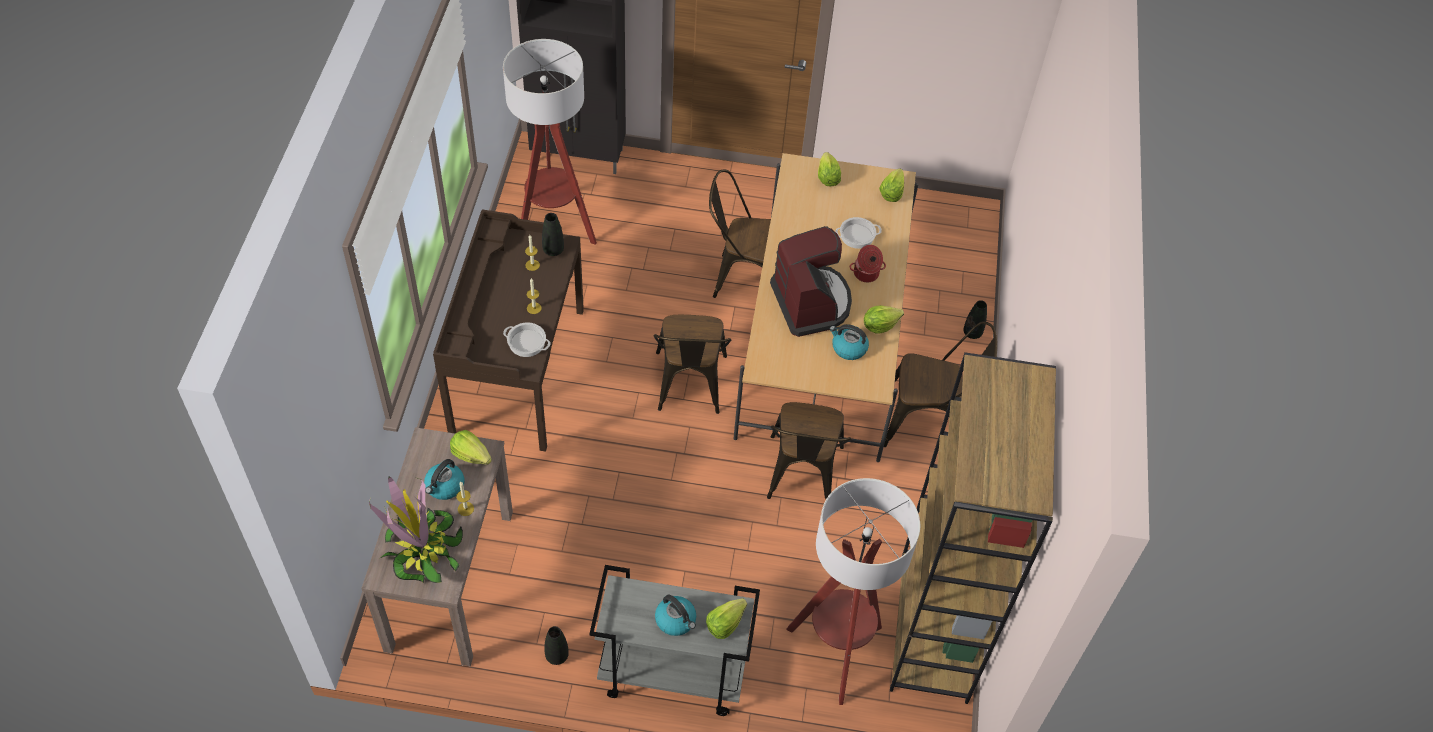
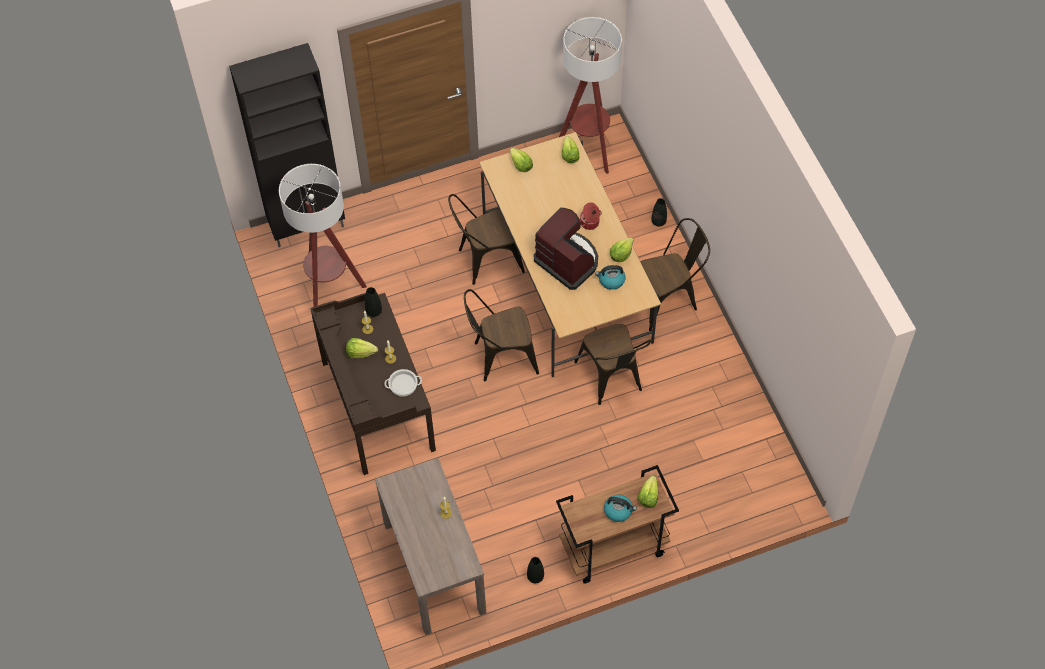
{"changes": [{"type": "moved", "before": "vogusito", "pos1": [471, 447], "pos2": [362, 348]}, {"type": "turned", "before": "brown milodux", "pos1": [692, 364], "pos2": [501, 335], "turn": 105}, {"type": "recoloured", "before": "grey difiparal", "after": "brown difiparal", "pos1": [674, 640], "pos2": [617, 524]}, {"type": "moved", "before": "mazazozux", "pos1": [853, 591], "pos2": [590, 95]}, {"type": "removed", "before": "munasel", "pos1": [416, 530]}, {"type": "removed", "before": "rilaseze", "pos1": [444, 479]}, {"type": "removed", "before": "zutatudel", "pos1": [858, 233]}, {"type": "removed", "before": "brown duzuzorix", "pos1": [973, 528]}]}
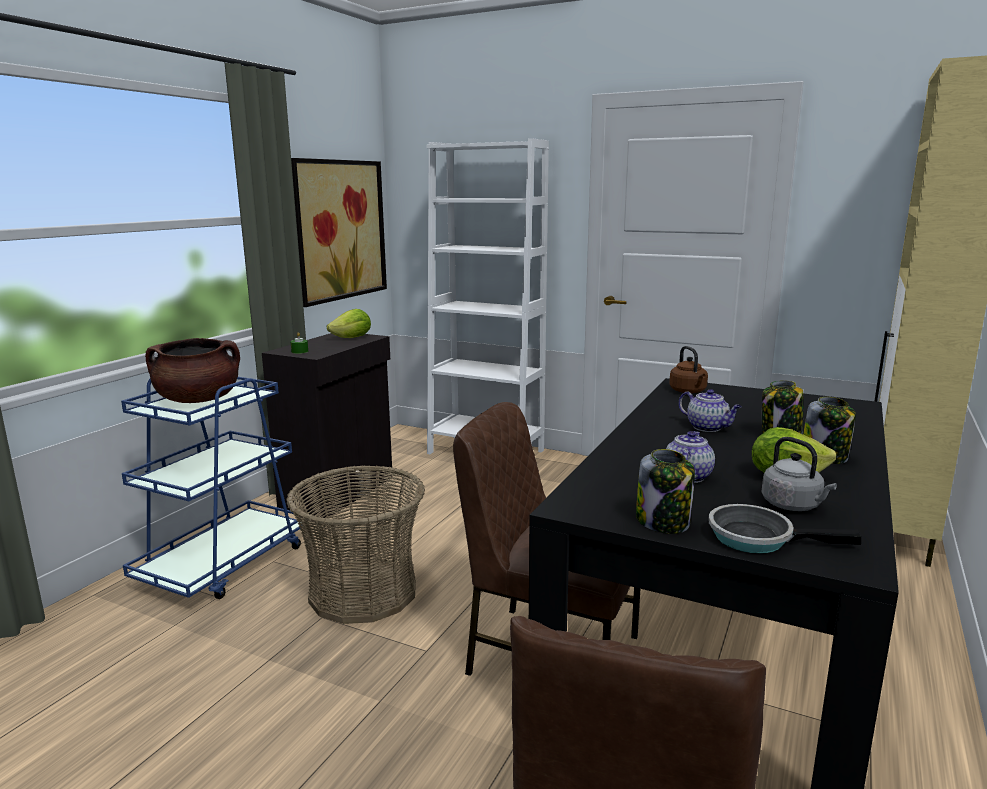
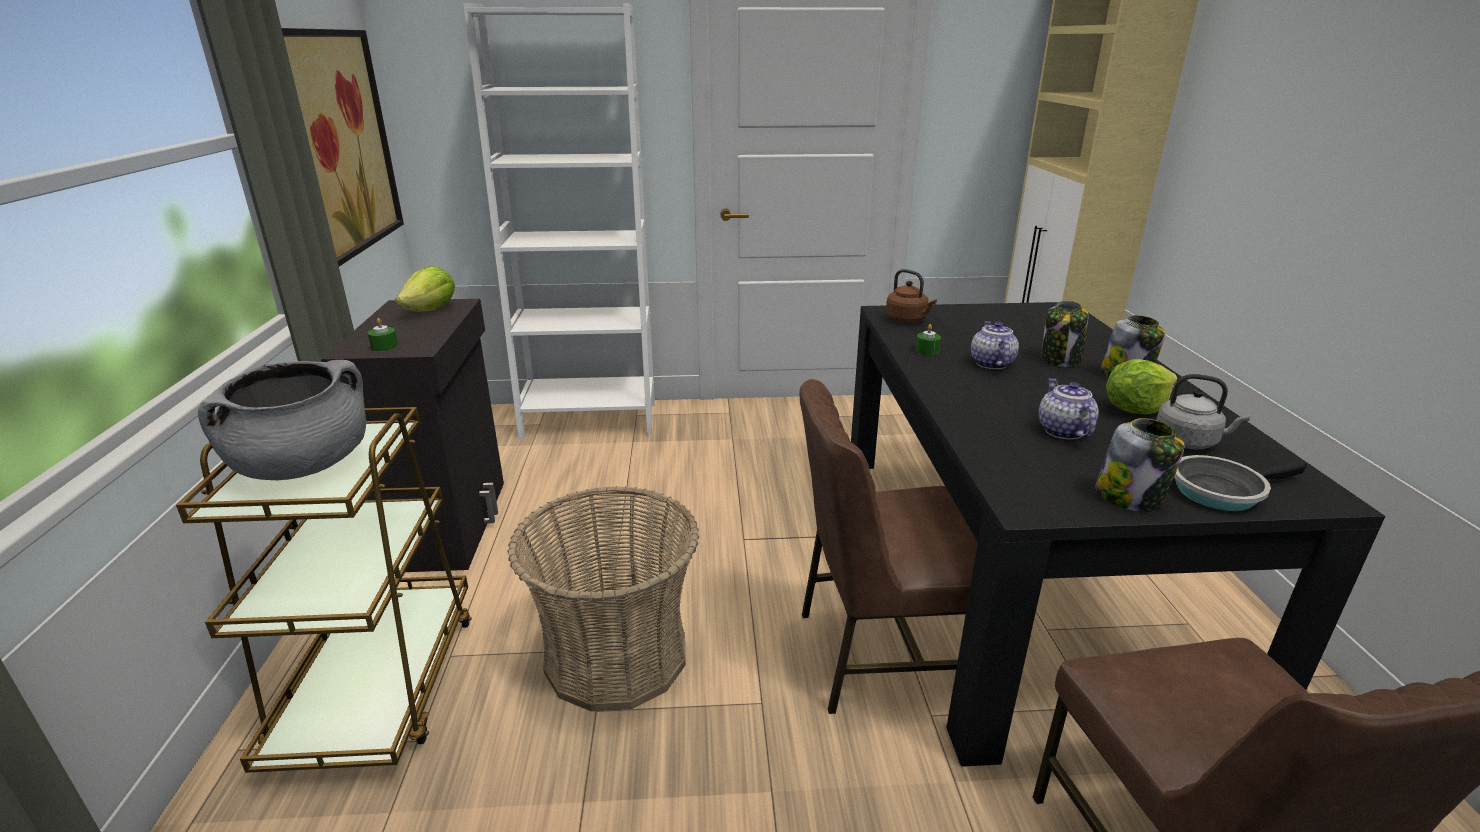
{"changes": [{"type": "recoloured", "before": "blue difiparal", "after": "brown difiparal", "pos1": [211, 488], "pos2": [324, 590]}, {"type": "recoloured", "before": "brown zutatudel", "after": "grey zutatudel", "pos1": [192, 370], "pos2": [282, 420]}, {"type": "added", "after": "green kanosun", "pos2": [928, 339]}, {"type": "turned", "before": "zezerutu", "pos1": [710, 410], "pos2": [995, 345], "turn": -105}]}
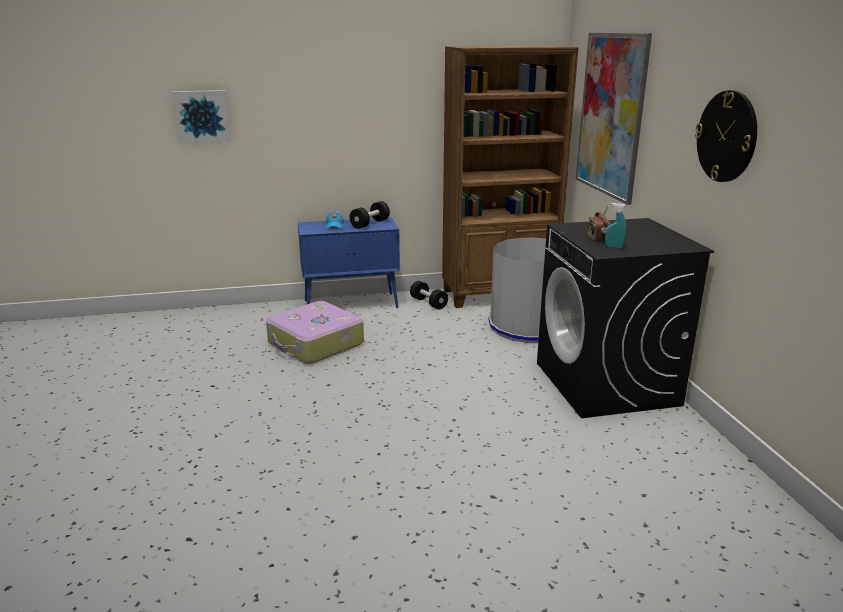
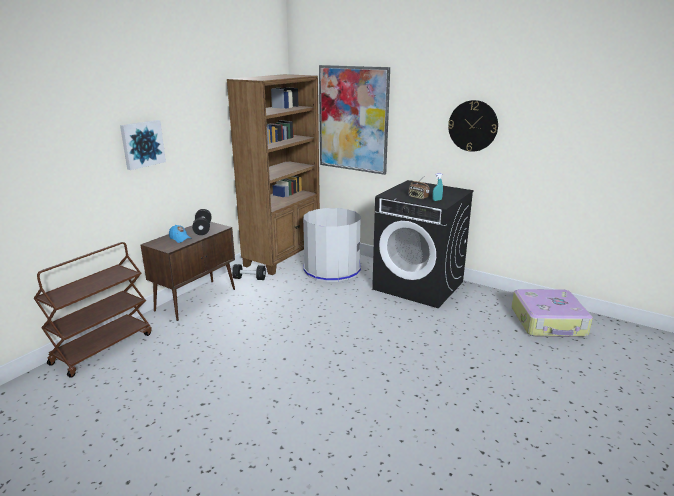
{"changes": [{"type": "added", "after": "brown difiparal", "pos2": [93, 310]}, {"type": "moved", "before": "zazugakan", "pos1": [202, 116], "pos2": [143, 145]}, {"type": "recoloured", "before": "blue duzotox", "after": "brown duzotox", "pos1": [349, 262], "pos2": [188, 271]}, {"type": "moved", "before": "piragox", "pos1": [315, 332], "pos2": [552, 313]}]}
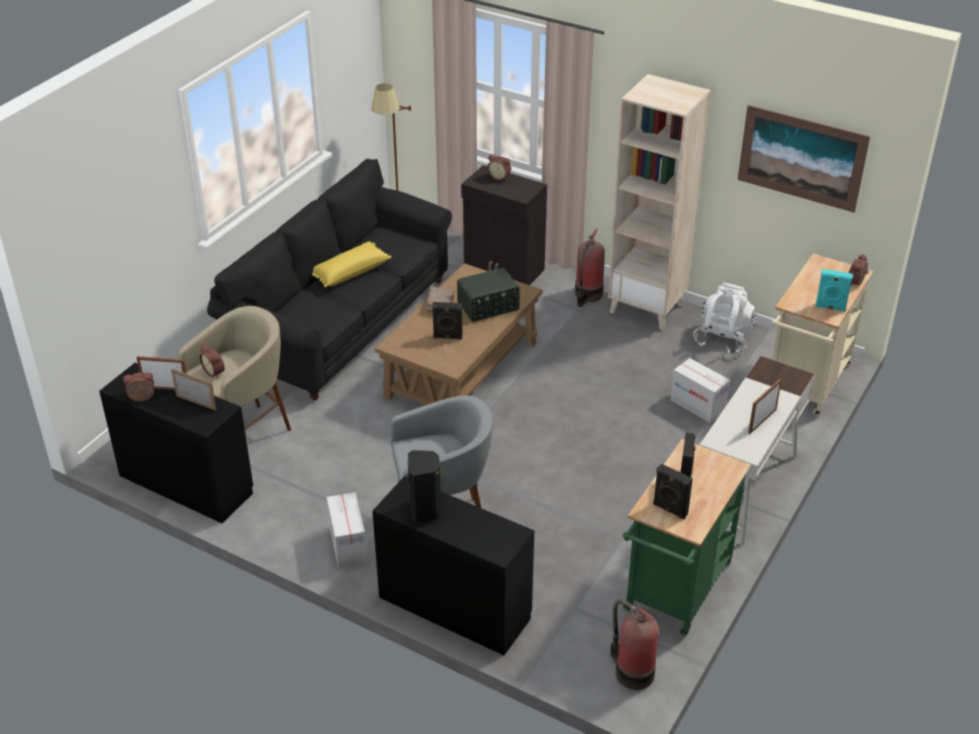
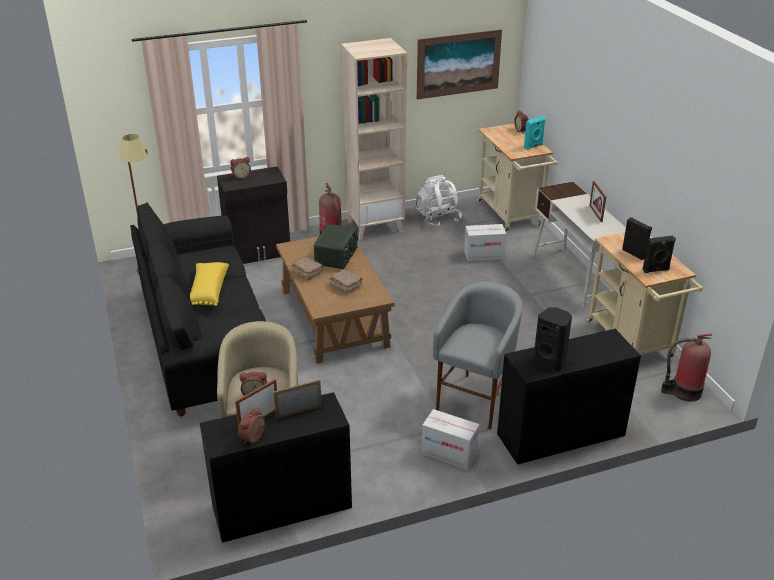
{"changes": [{"type": "replaced", "before": "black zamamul", "after": "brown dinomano", "pos1": [447, 321], "pos2": [346, 281]}, {"type": "recoloured", "before": "green difiparal", "after": "beige difiparal", "pos1": [687, 537], "pos2": [644, 295]}]}
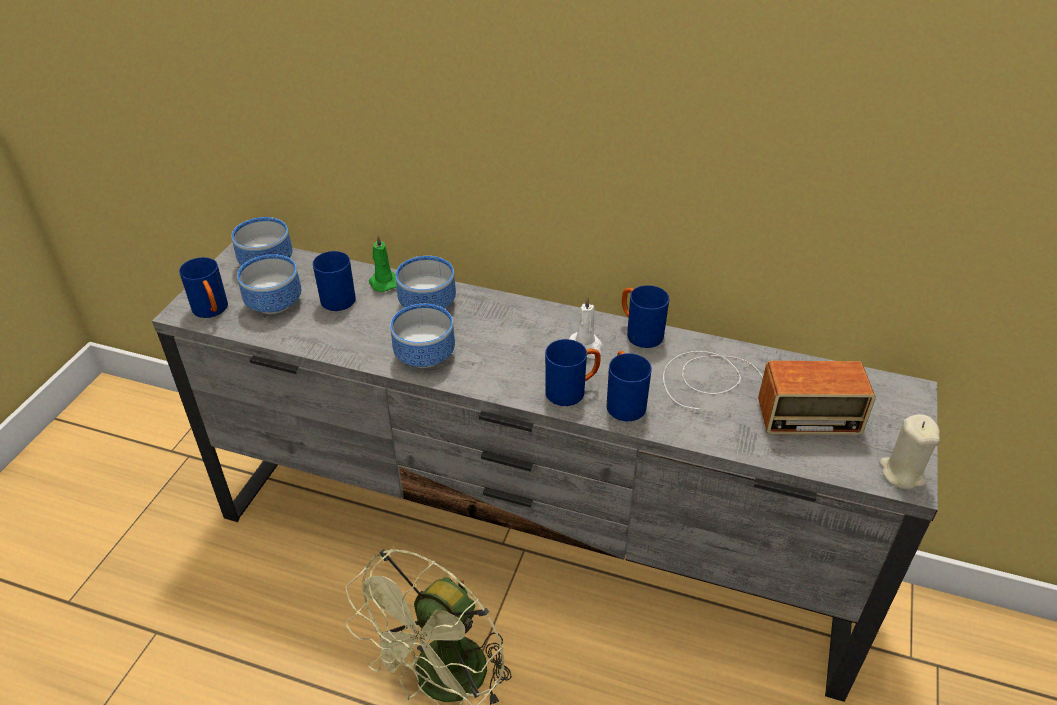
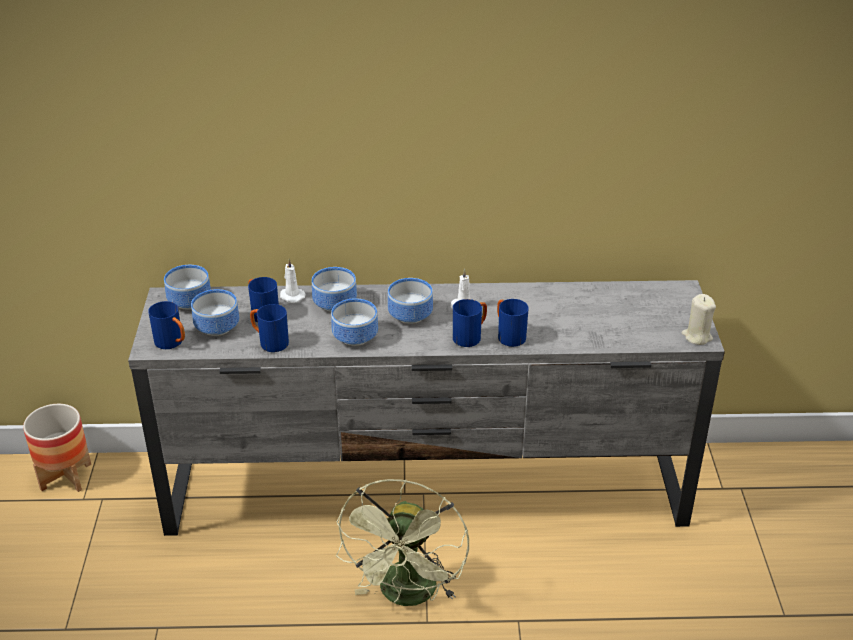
{"changes": [{"type": "added", "after": "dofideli", "pos2": [57, 448]}, {"type": "moved", "before": "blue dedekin", "pos1": [645, 316], "pos2": [269, 328]}, {"type": "recoloured", "before": "green kanosun", "after": "white kanosun", "pos1": [383, 263], "pos2": [292, 281]}, {"type": "added", "after": "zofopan", "pos2": [410, 301]}, {"type": "removed", "before": "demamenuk", "pos1": [769, 393]}]}
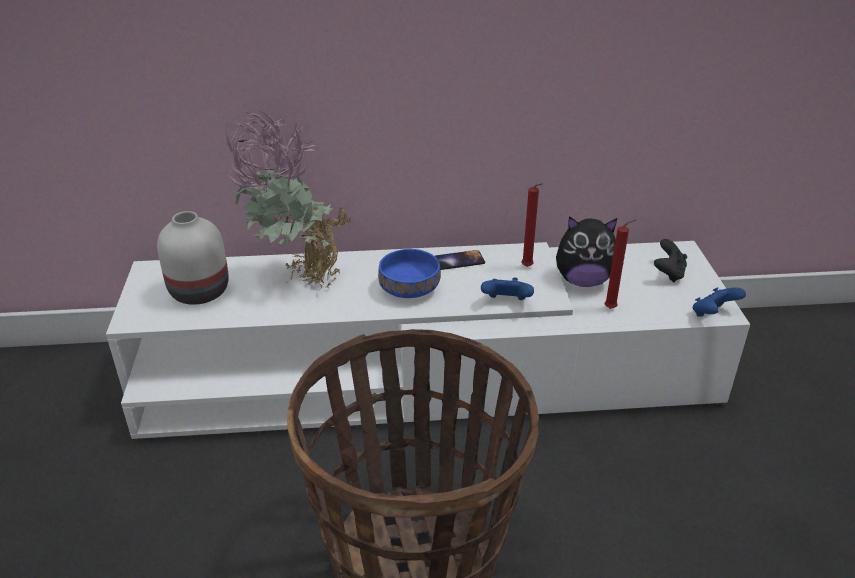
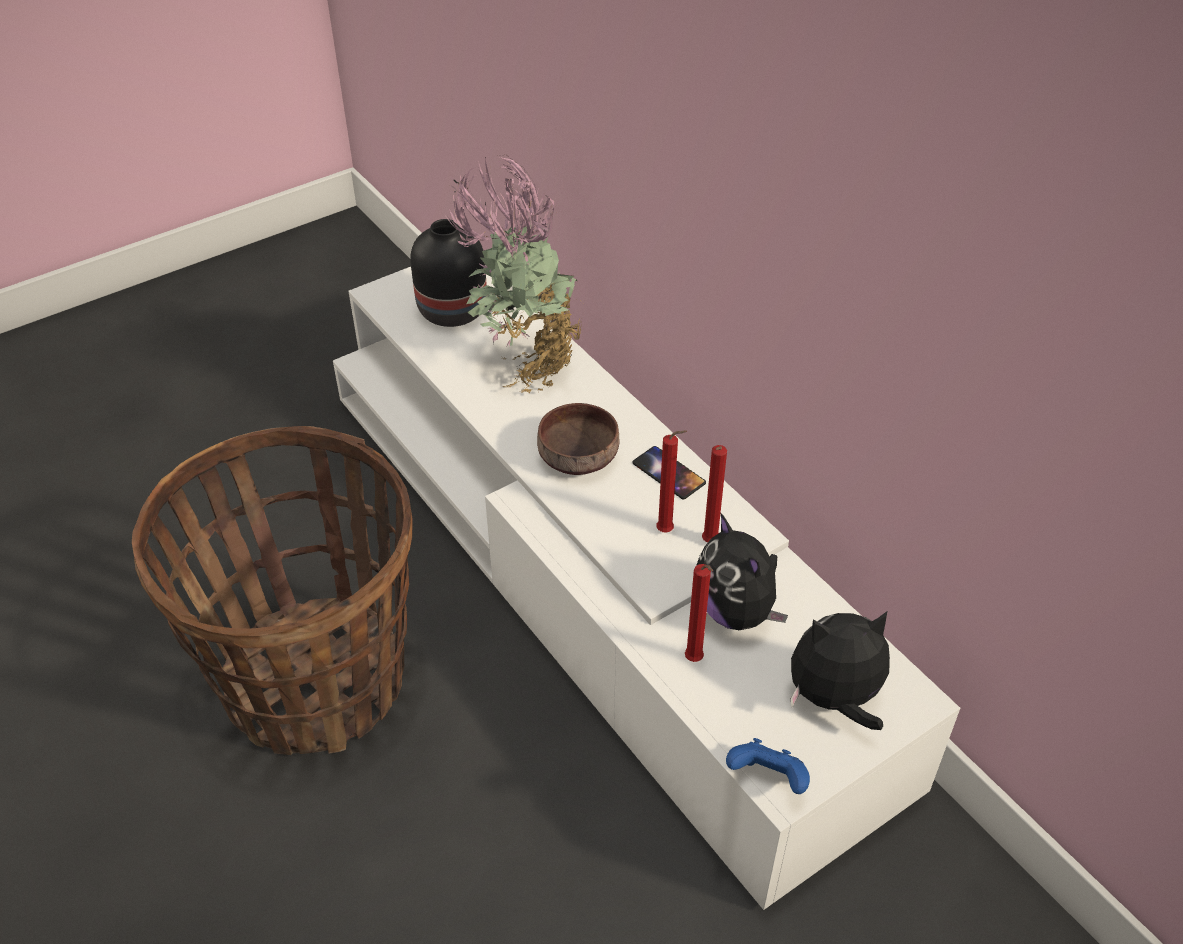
{"changes": [{"type": "recoloured", "before": "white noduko", "after": "black noduko", "pos1": [193, 258], "pos2": [448, 273]}, {"type": "recoloured", "before": "blue zofopan", "after": "brown zofopan", "pos1": [409, 273], "pos2": [578, 439]}, {"type": "added", "after": "red kanosun", "pos2": [671, 481]}, {"type": "replaced", "before": "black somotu", "after": "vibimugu", "pos1": [670, 260], "pos2": [840, 671]}, {"type": "removed", "before": "blue somotu", "pos1": [507, 289]}]}
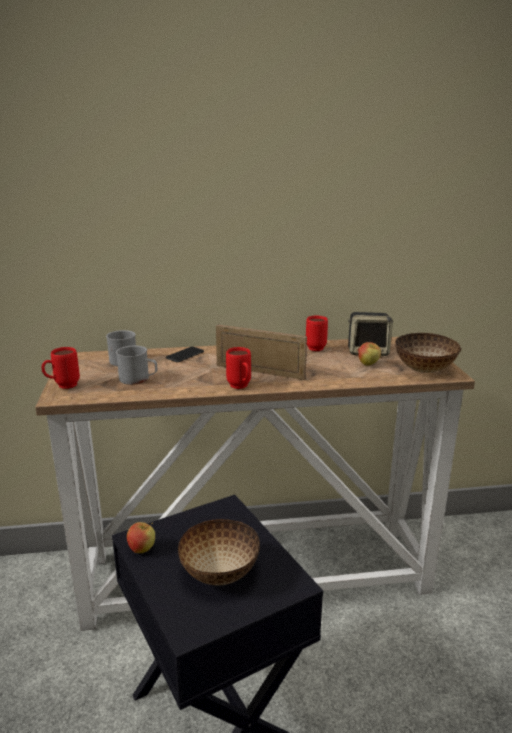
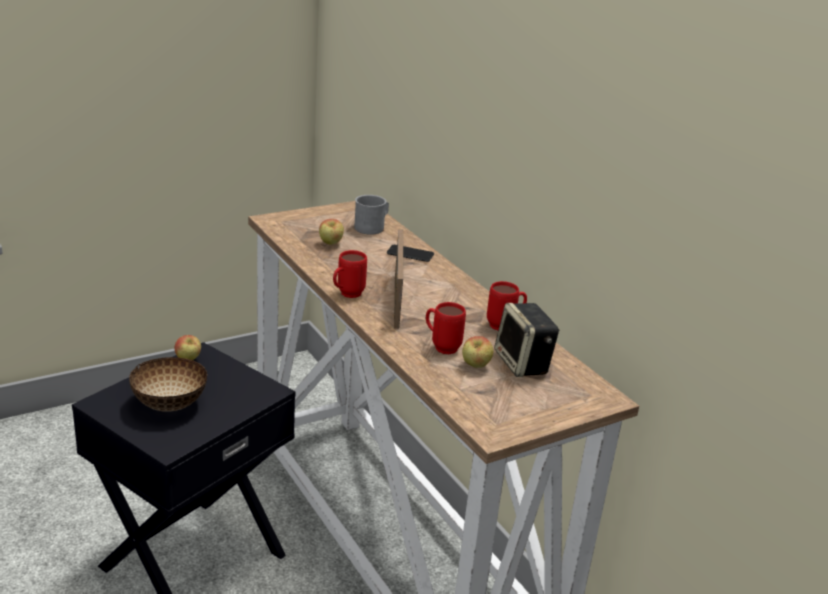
{"changes": [{"type": "replaced", "before": "grey dedekin", "after": "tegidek", "pos1": [136, 365], "pos2": [331, 232]}, {"type": "moved", "before": "red dedekin", "pos1": [60, 368], "pos2": [446, 328]}, {"type": "removed", "before": "zofopan", "pos1": [428, 353]}]}
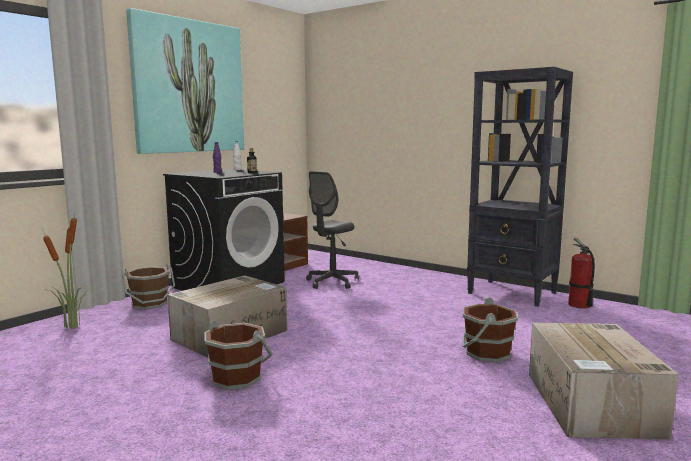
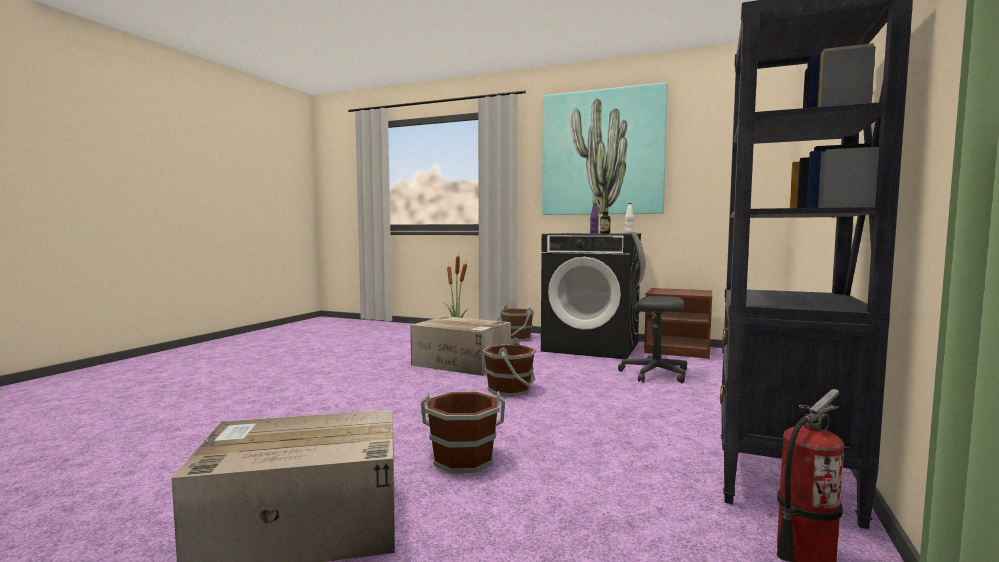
{"changes": [{"type": "moved", "before": "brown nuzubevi", "pos1": [238, 355], "pos2": [509, 367]}]}
